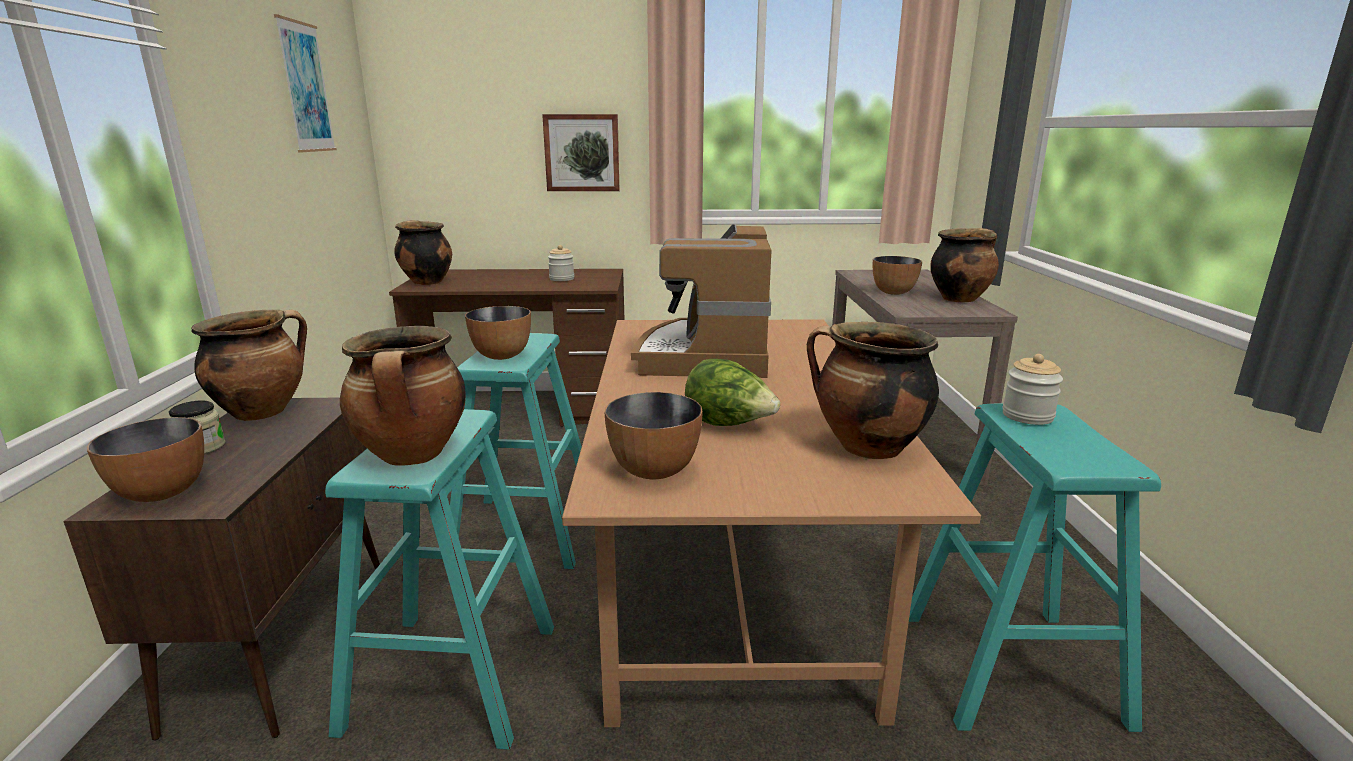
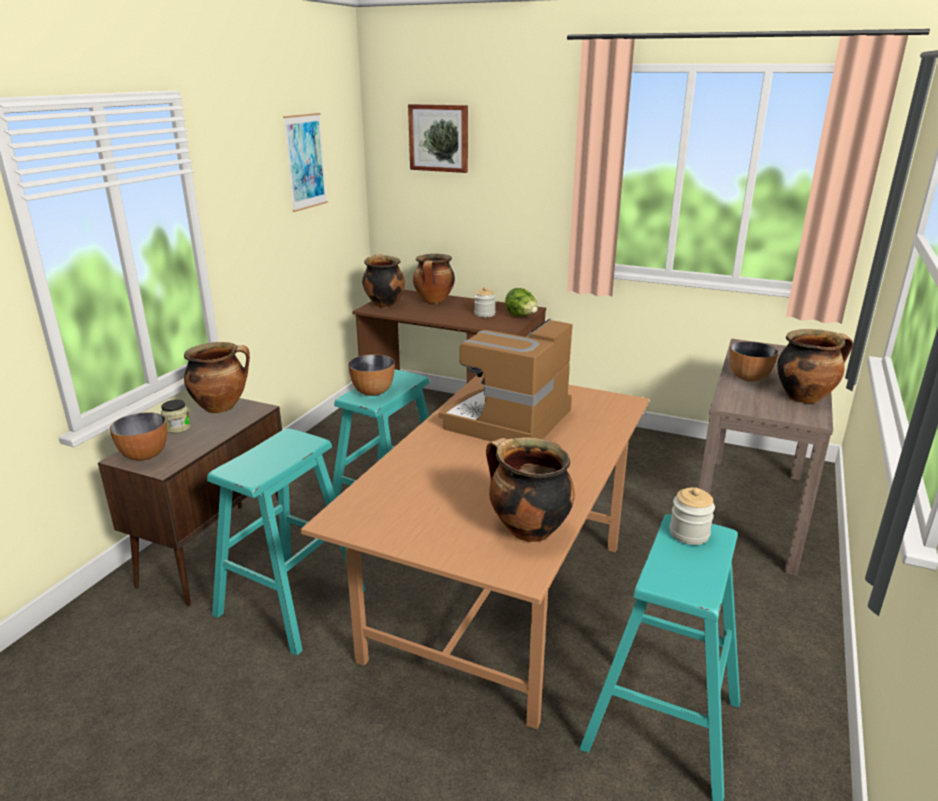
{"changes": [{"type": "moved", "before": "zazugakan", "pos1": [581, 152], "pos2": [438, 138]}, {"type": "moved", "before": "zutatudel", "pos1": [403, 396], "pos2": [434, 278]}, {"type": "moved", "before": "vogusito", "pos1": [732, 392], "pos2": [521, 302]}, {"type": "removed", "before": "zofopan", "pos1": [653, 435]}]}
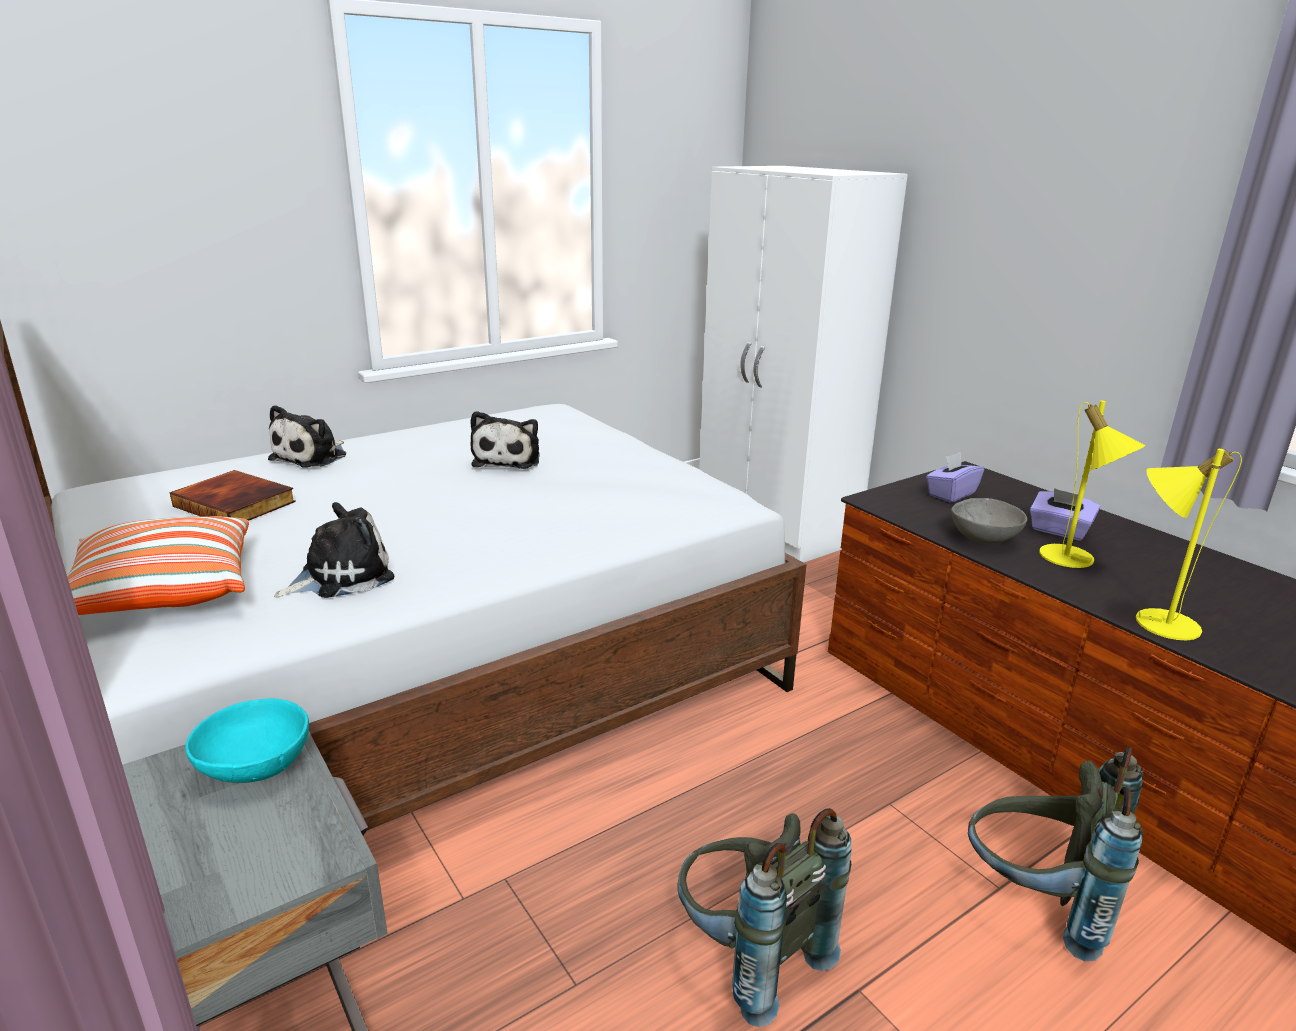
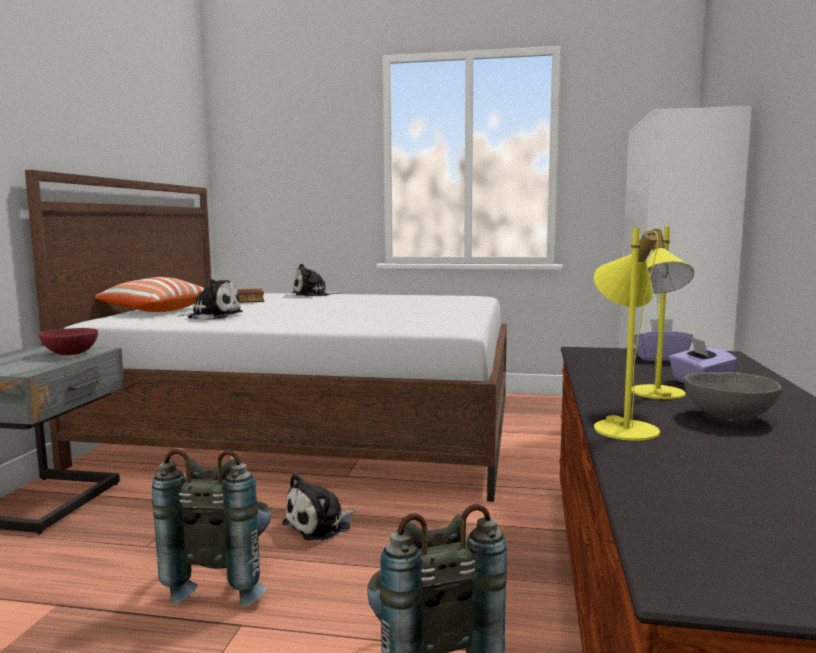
{"changes": [{"type": "recoloured", "before": "turquoise zofopan", "after": "red zofopan", "pos1": [247, 740], "pos2": [68, 341]}, {"type": "moved", "before": "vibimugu", "pos1": [505, 440], "pos2": [318, 507]}, {"type": "moved", "before": "grey zofopan", "pos1": [989, 521], "pos2": [733, 396]}]}
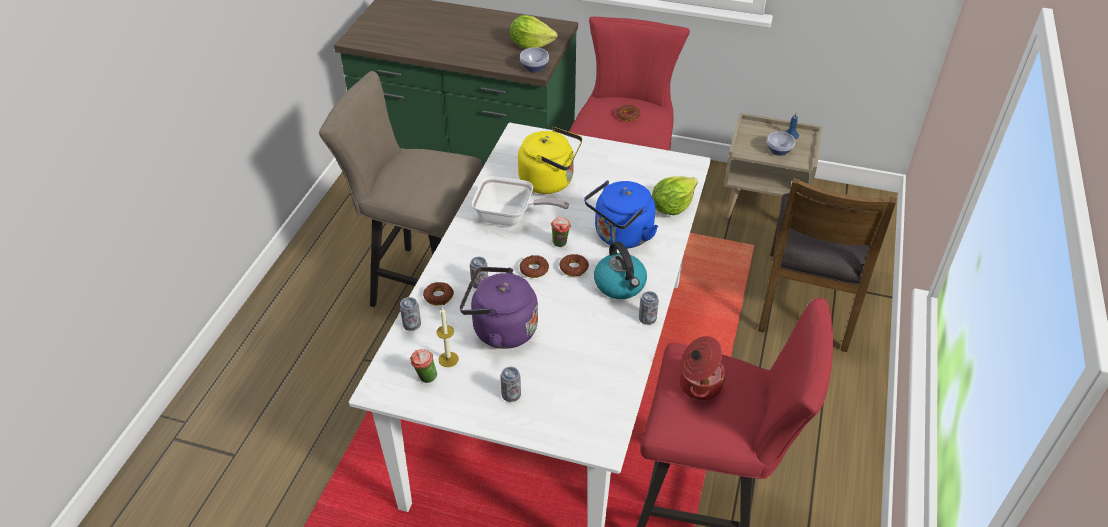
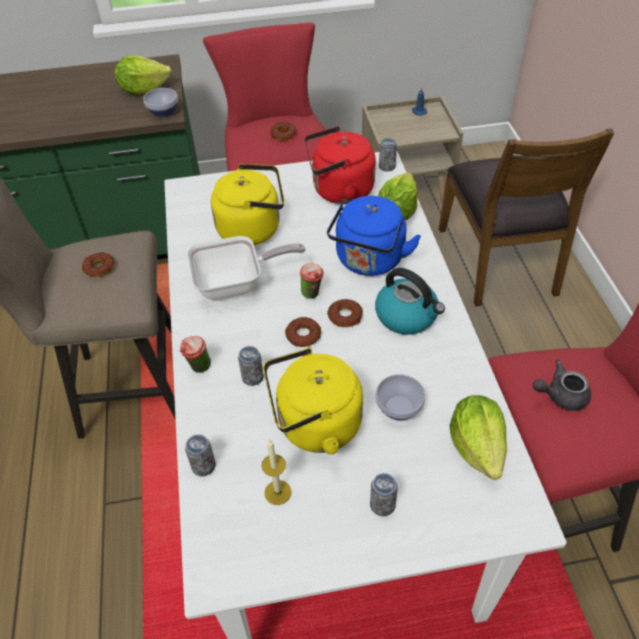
{"changes": [{"type": "moved", "before": "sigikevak", "pos1": [438, 293], "pos2": [98, 264]}, {"type": "moved", "before": "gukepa", "pos1": [423, 366], "pos2": [195, 354]}, {"type": "recoloured", "before": "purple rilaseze", "after": "yellow rilaseze", "pos1": [499, 308], "pos2": [313, 401]}, {"type": "added", "after": "red rilaseze", "pos2": [340, 165]}, {"type": "moved", "before": "zofopan", "pos1": [781, 143], "pos2": [400, 397]}, {"type": "moved", "before": "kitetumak", "pos1": [649, 308], "pos2": [388, 155]}, {"type": "added", "after": "vogusito", "pos2": [478, 437]}, {"type": "replaced", "before": "zutatudel", "after": "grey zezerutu", "pos1": [703, 368], "pos2": [562, 385]}]}
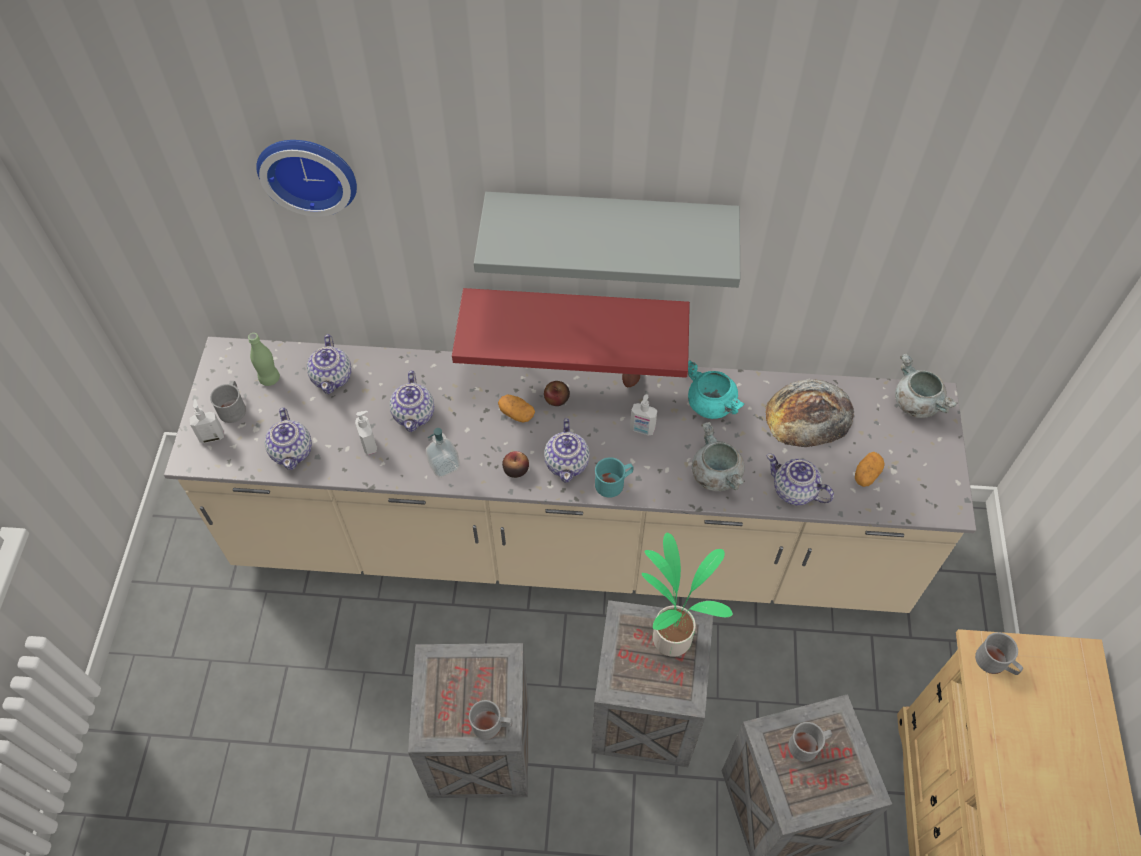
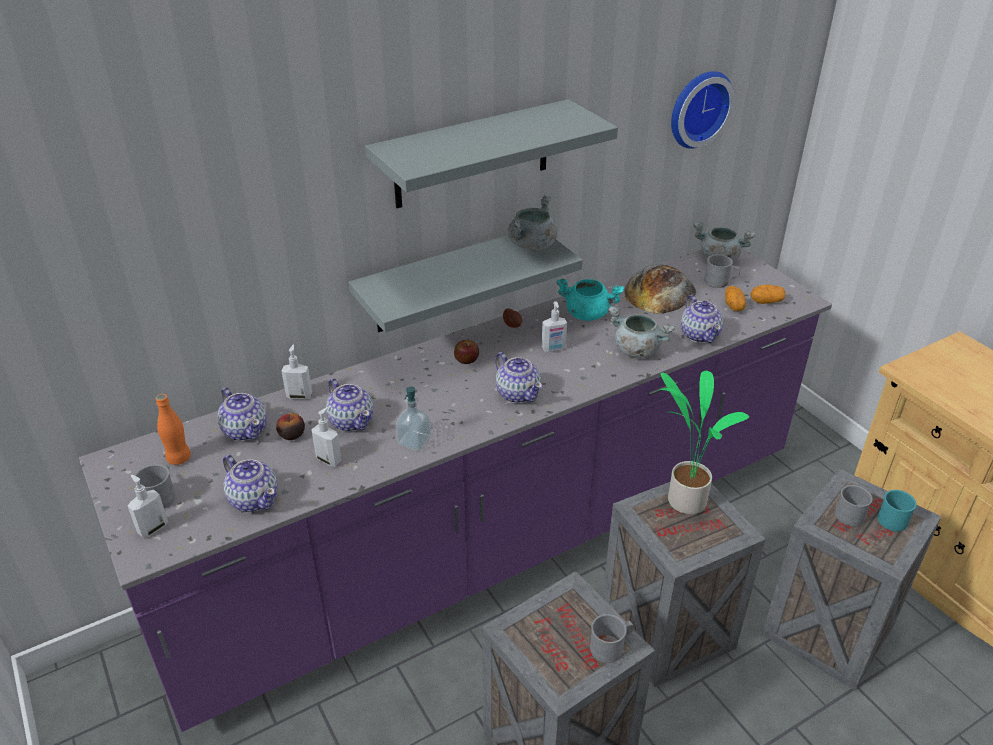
{"changes": [{"type": "recoloured", "before": "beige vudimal", "after": "purple vudimal", "pos1": [570, 474], "pos2": [455, 490]}, {"type": "recoloured", "before": "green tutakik", "after": "orange tutakik", "pos1": [264, 359], "pos2": [173, 429]}, {"type": "moved", "before": "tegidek", "pos1": [515, 464], "pos2": [290, 426]}, {"type": "added", "after": "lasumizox", "pos2": [296, 372]}, {"type": "recoloured", "before": "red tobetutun", "after": "grey tobetutun", "pos1": [571, 333], "pos2": [465, 284]}, {"type": "added", "after": "grey zutatudel", "pos2": [532, 222]}, {"type": "moved", "before": "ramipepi", "pos1": [306, 178], "pos2": [703, 110]}, {"type": "turned", "before": "zezerutu", "pos1": [800, 479], "pos2": [702, 319], "turn": -105}, {"type": "moved", "before": "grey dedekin", "pos1": [999, 653], "pos2": [722, 271]}, {"type": "moved", "before": "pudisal", "pos1": [516, 408], "pos2": [768, 294]}, {"type": "moved", "before": "turquoise dedekin", "pos1": [614, 477], "pos2": [897, 511]}]}
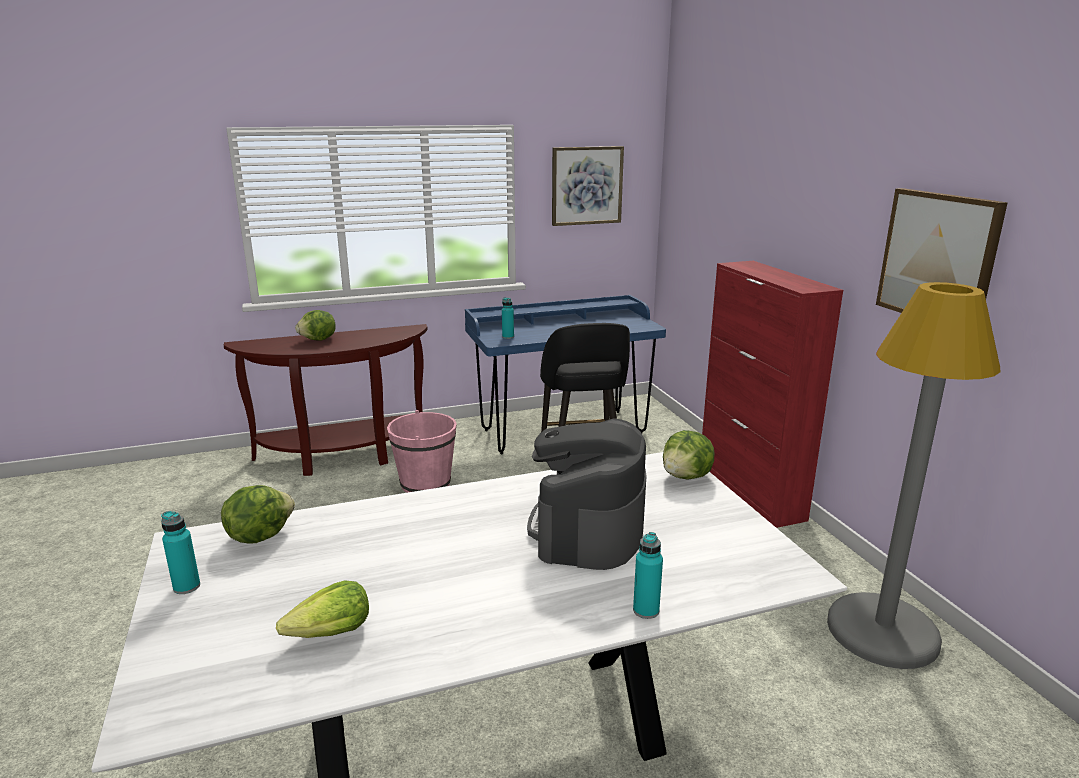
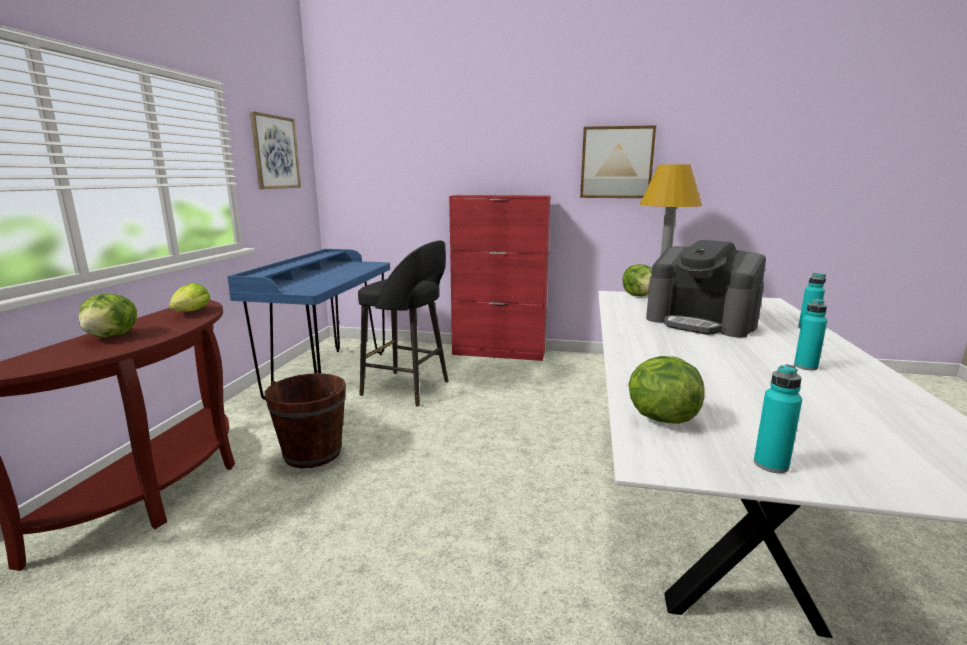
{"changes": [{"type": "moved", "before": "vogusito", "pos1": [322, 609], "pos2": [189, 297]}, {"type": "recoloured", "before": "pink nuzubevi", "after": "brown nuzubevi", "pos1": [422, 451], "pos2": [305, 420]}, {"type": "moved", "before": "turquoise tutakik", "pos1": [508, 318], "pos2": [810, 334]}]}
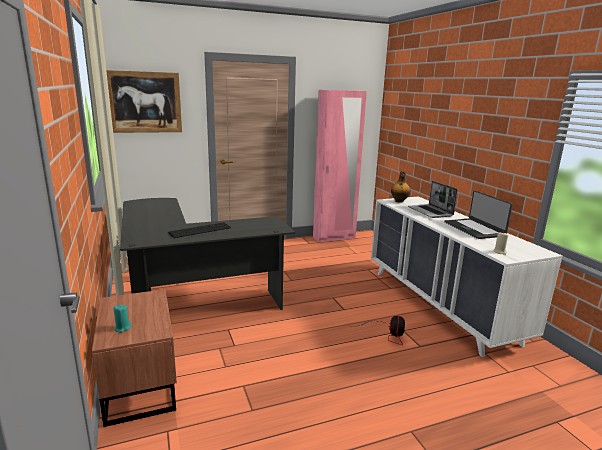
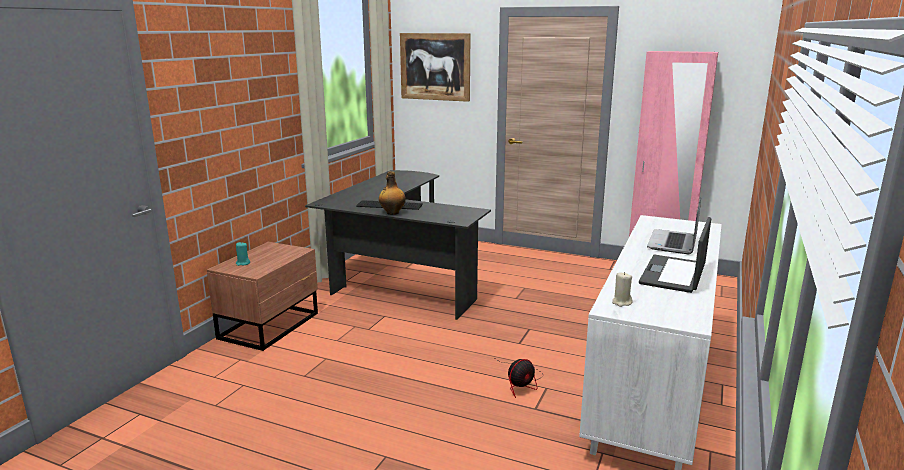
{"changes": [{"type": "moved", "before": "tutakik", "pos1": [400, 187], "pos2": [392, 193]}]}
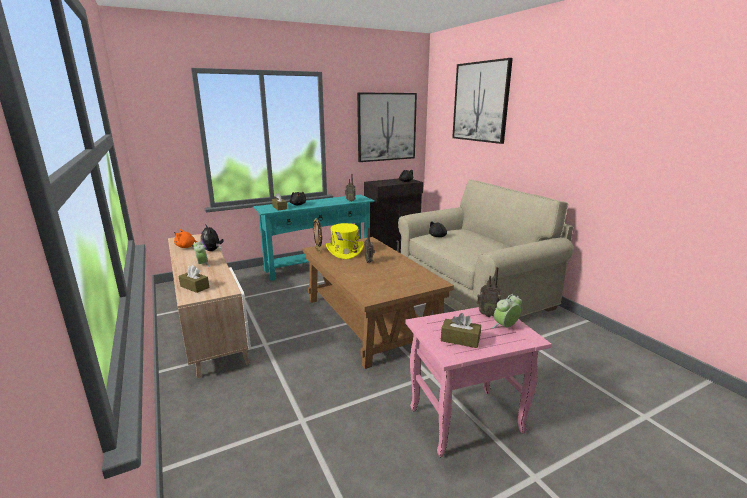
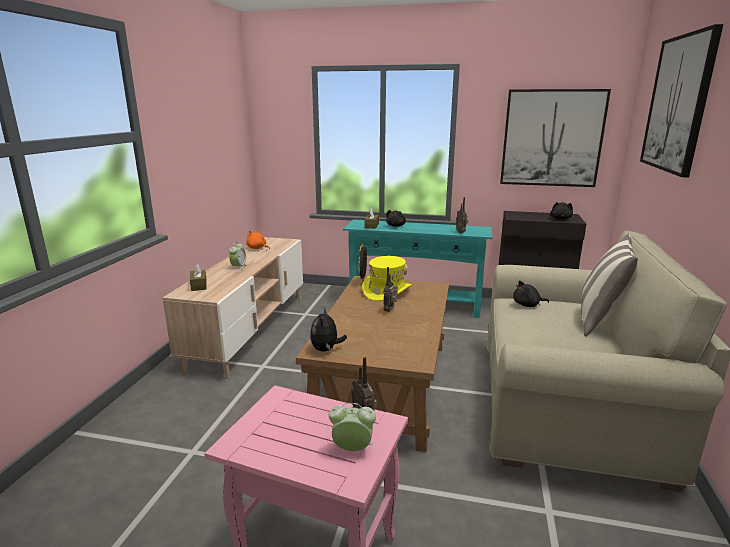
{"changes": [{"type": "moved", "before": "vibimugu", "pos1": [212, 237], "pos2": [328, 330]}, {"type": "added", "after": "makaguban", "pos2": [609, 285]}, {"type": "removed", "before": "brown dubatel", "pos1": [461, 330]}]}
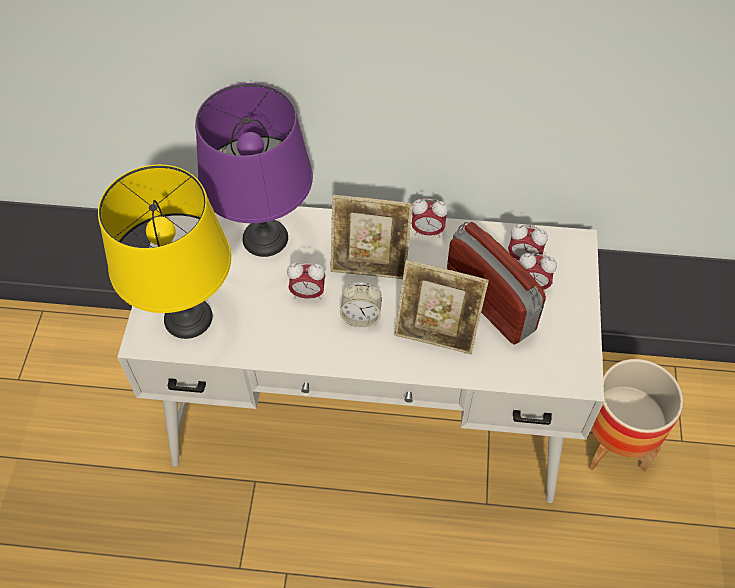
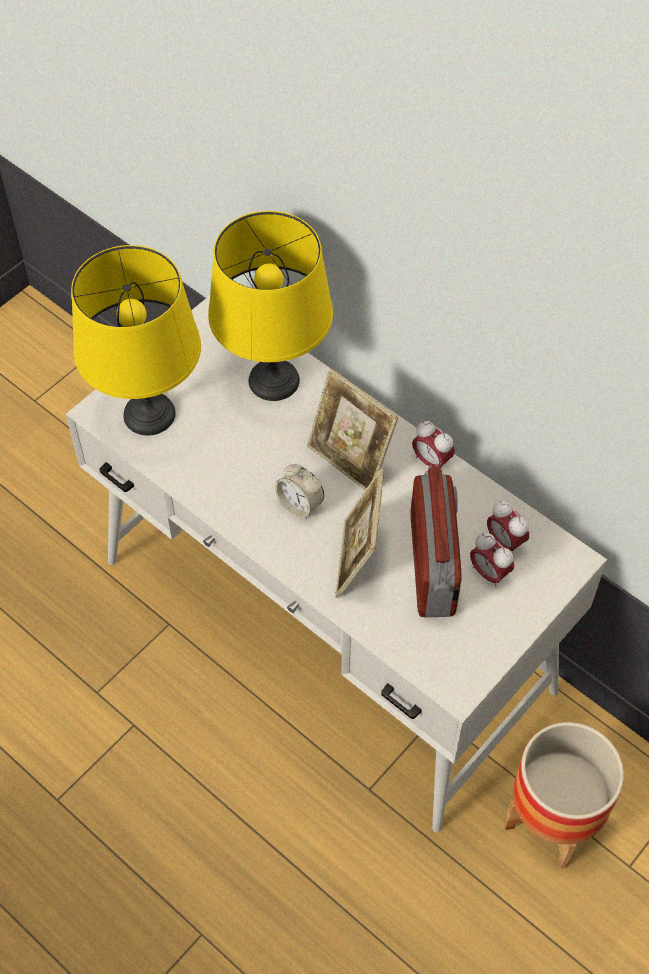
{"changes": [{"type": "recoloured", "before": "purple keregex", "after": "yellow keregex", "pos1": [254, 170], "pos2": [270, 306]}, {"type": "turned", "before": "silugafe", "pos1": [441, 307], "pos2": [359, 533], "turn": 45}, {"type": "removed", "before": "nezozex", "pos1": [306, 281]}]}
